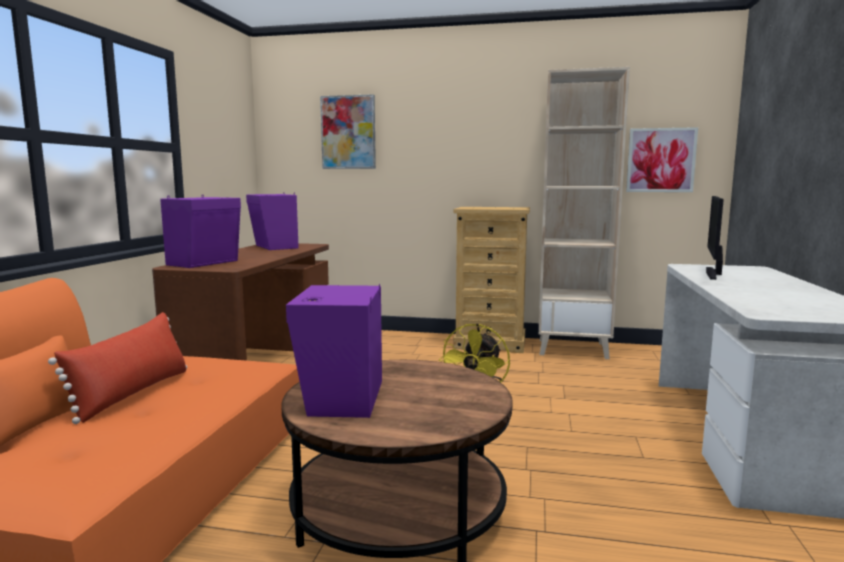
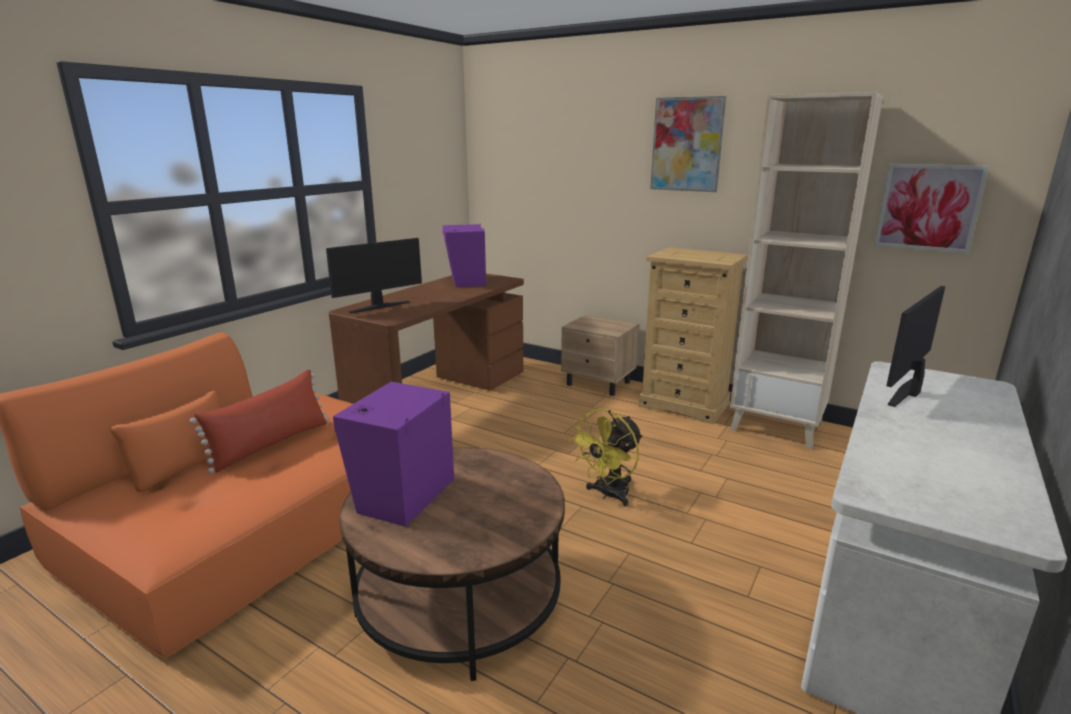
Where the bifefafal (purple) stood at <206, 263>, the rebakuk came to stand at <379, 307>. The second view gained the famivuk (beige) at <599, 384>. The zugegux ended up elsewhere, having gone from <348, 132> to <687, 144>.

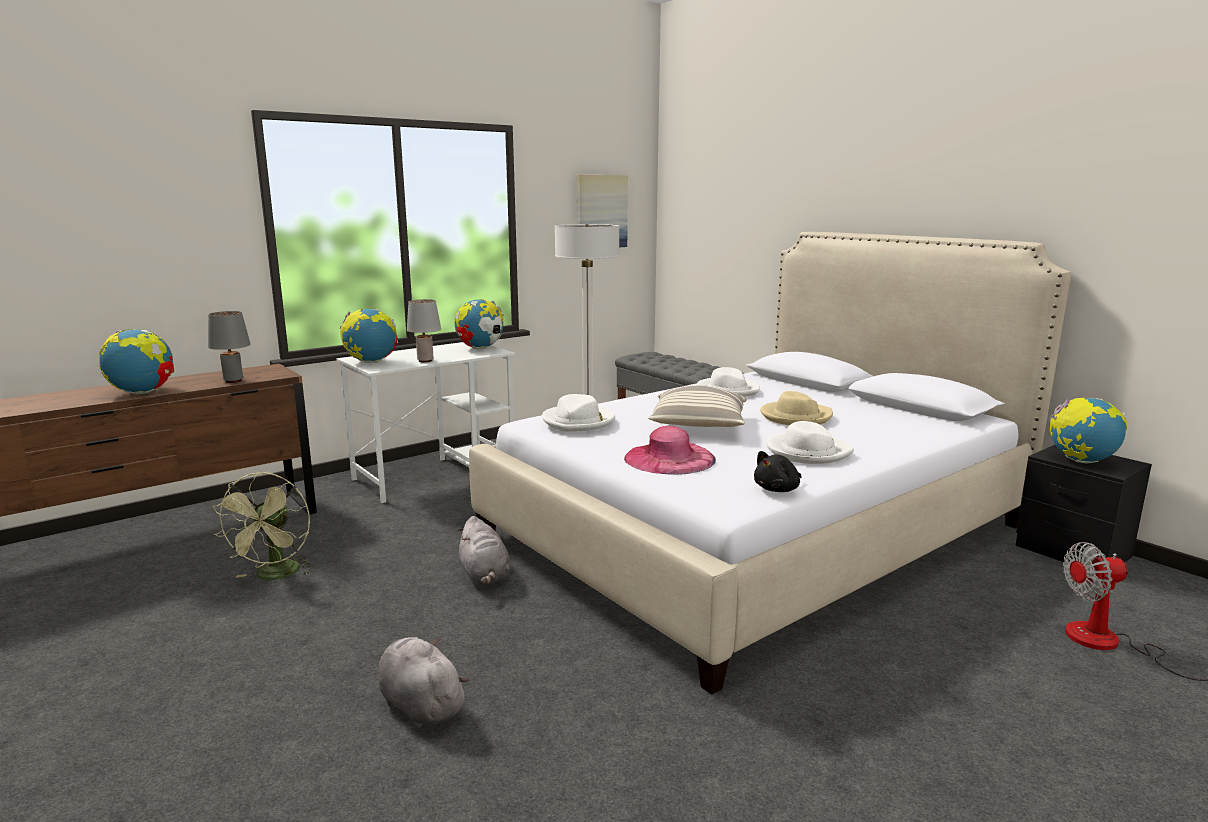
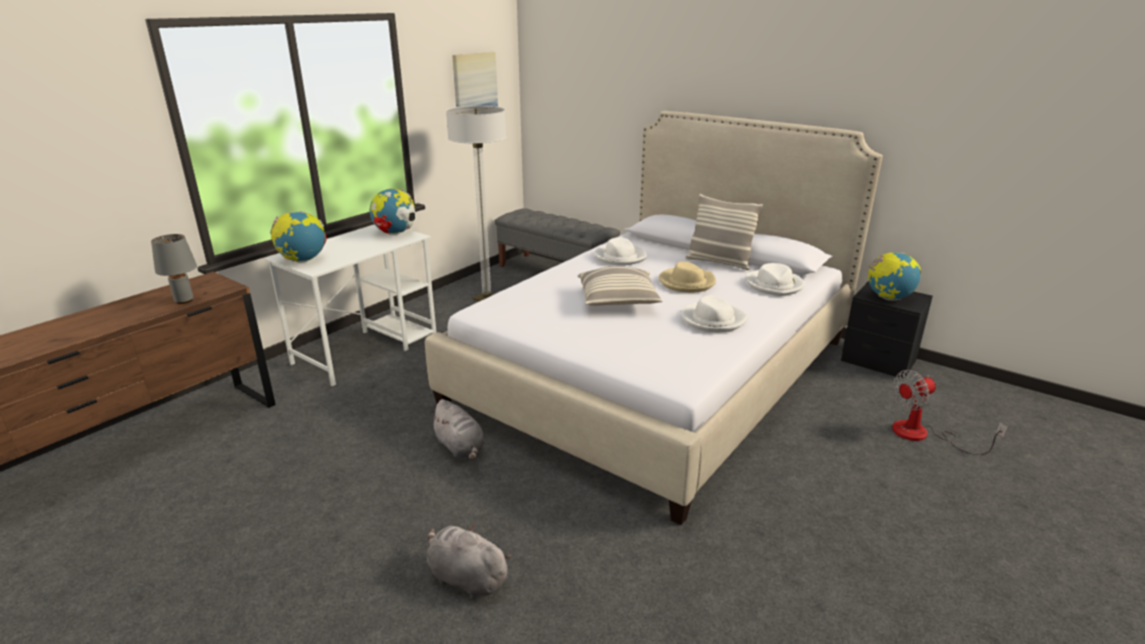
The second view gained the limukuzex at <719, 262>. The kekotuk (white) ended up elsewhere, having gone from <579, 421> to <774, 285>. The second view lost the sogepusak at <143, 393>. The second view lost the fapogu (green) at <275, 576>. The second view lost the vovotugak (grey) at <425, 360>. The second view lost the kekotuk (pink) at <669, 458>. The second view lost the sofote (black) at <778, 489>.

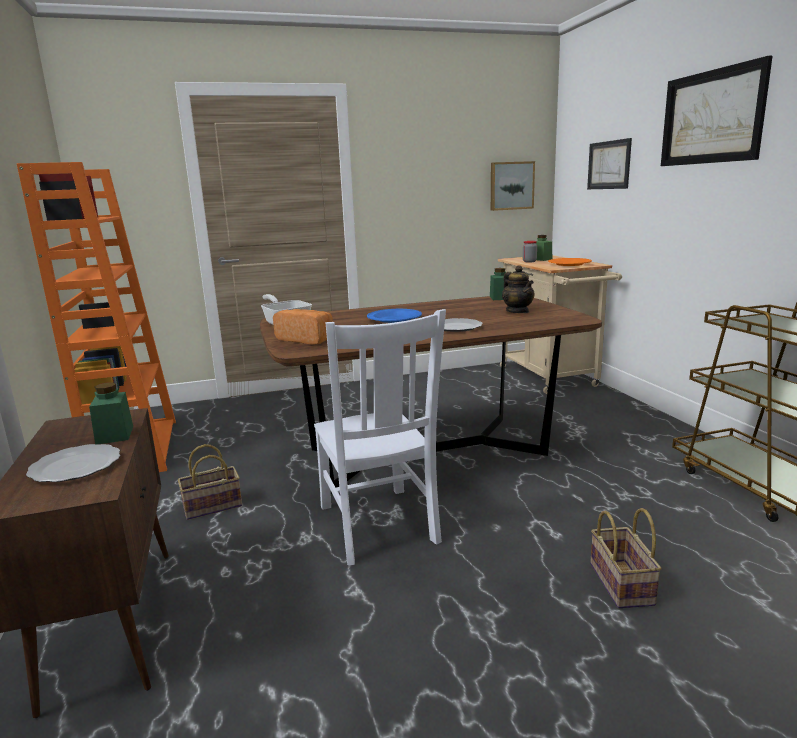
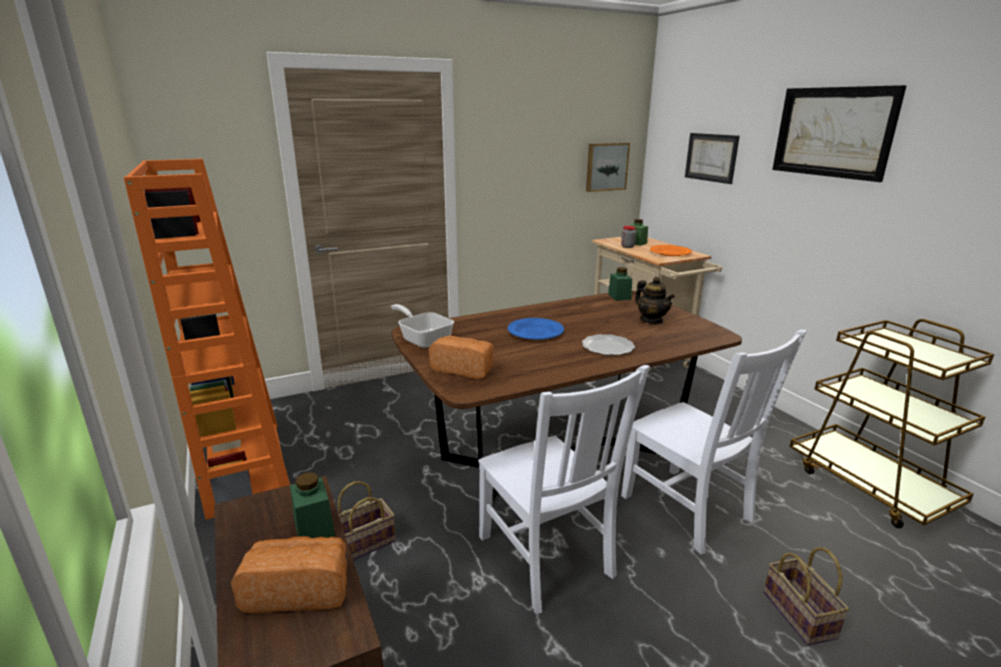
Where the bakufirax stood at <76, 467>, the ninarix came to stand at <299, 590>. The second view gained the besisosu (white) at <689, 510>.

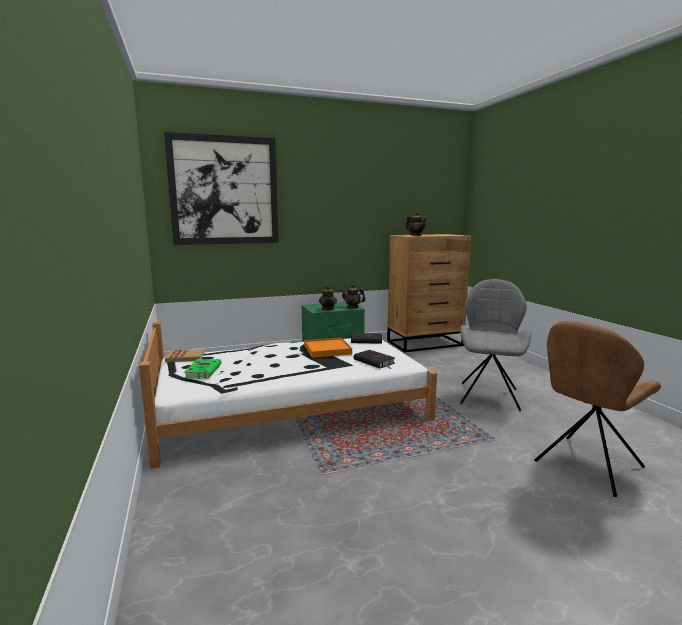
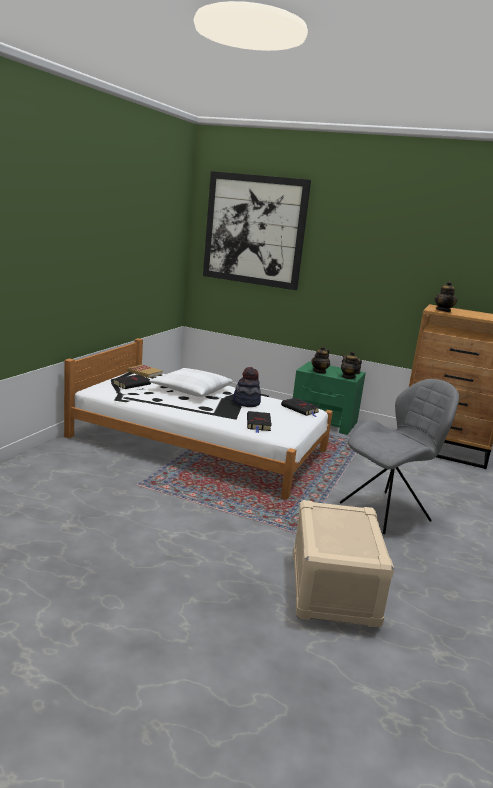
What was the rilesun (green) at <203, 371> turned into the rilesun (black) at <132, 384>. The second view gained the limukuzex (white) at <191, 390>. Where the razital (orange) stood at <327, 350>, the kekotuk came to stand at <246, 402>. Where the besisosu (brown) stood at <586, 466>, the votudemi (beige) came to stand at <332, 587>.

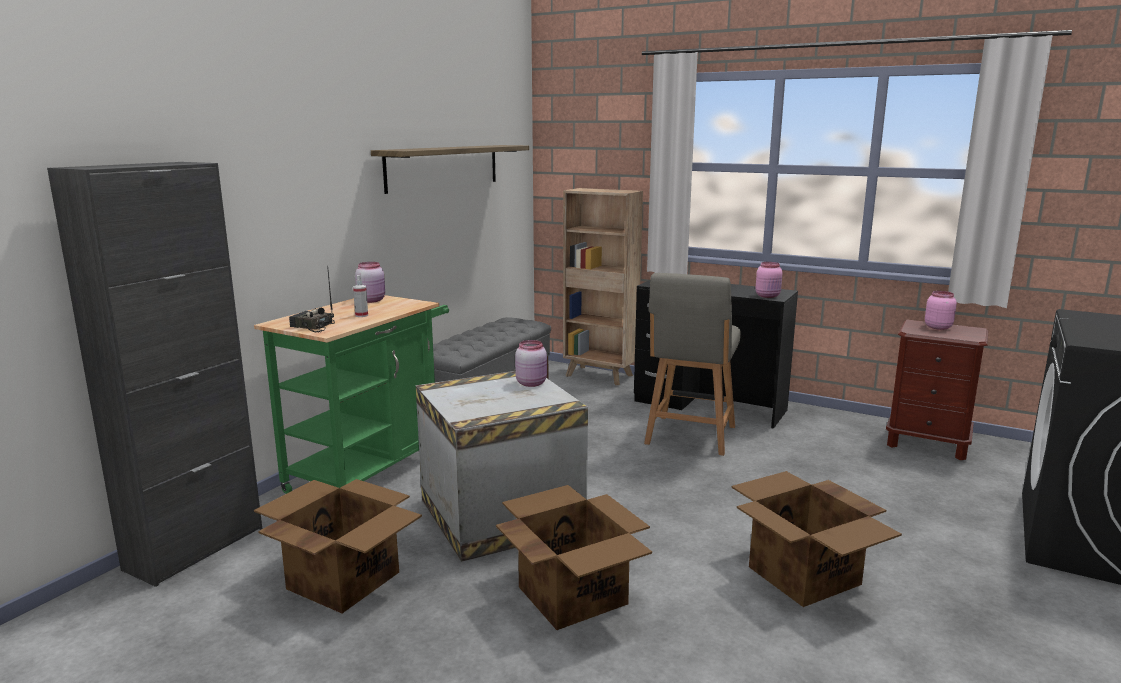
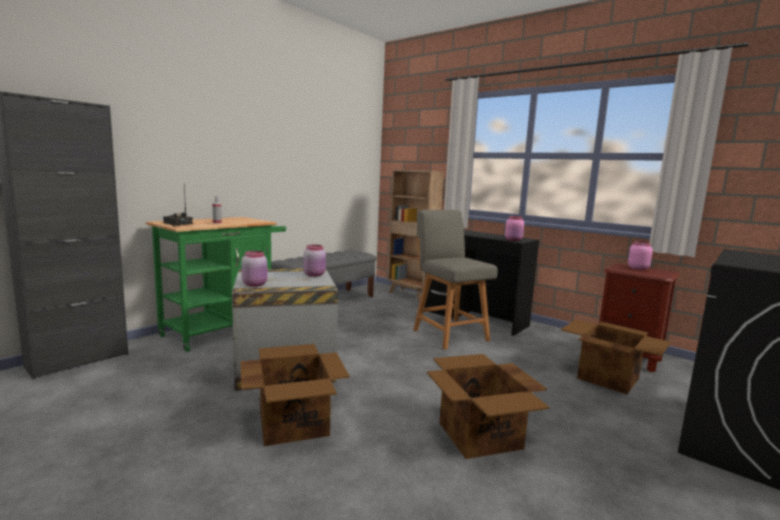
The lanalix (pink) ended up elsewhere, having gone from <372, 300> to <255, 284>. The besisosu (grey) at <690, 436> ended up facing another way, 120 degrees clockwise from before. The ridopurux ended up elsewhere, having gone from <343, 579> to <607, 378>. The second view lost the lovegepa at <444, 167>.

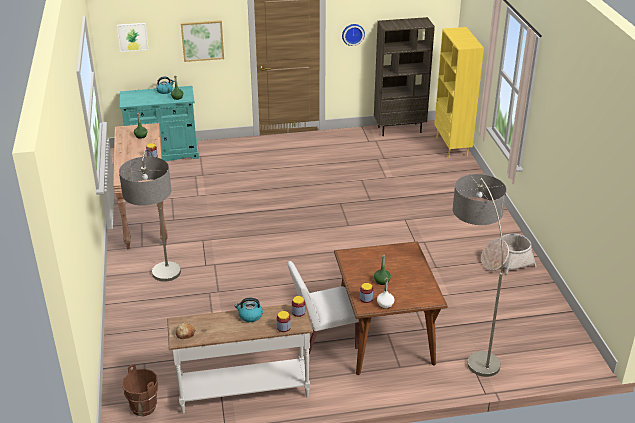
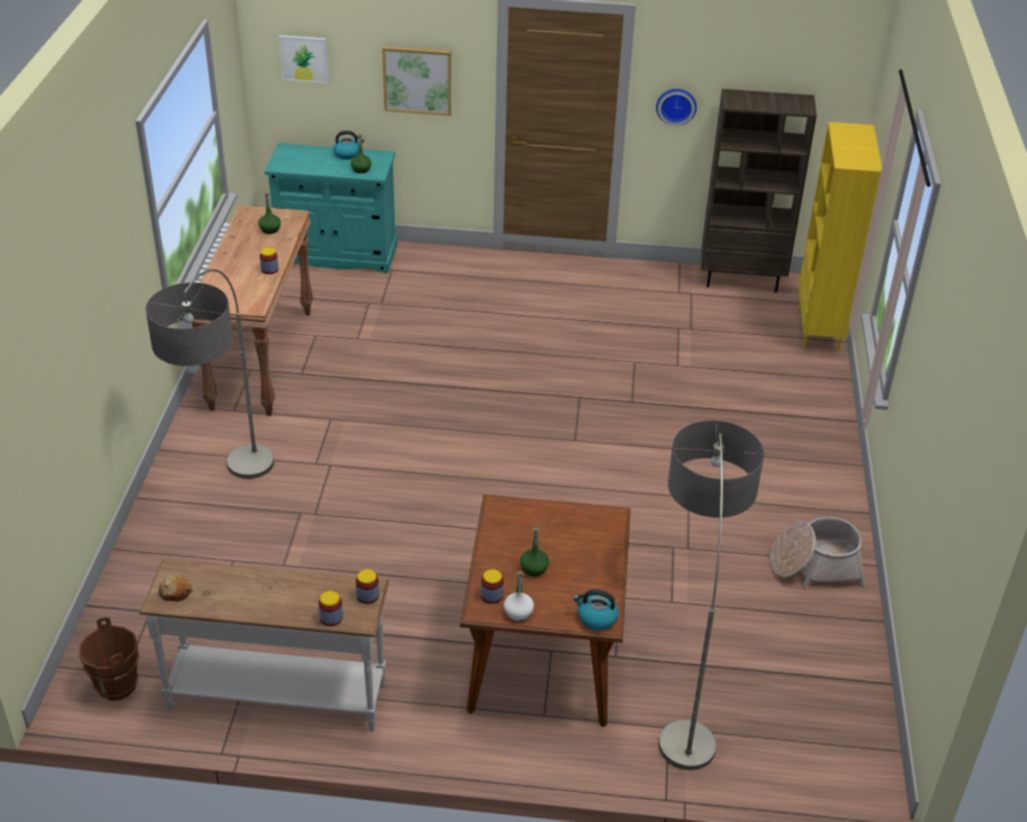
The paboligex ended up elsewhere, having gone from <250, 316> to <596, 618>. The second view lost the besisosu (white) at <323, 340>.

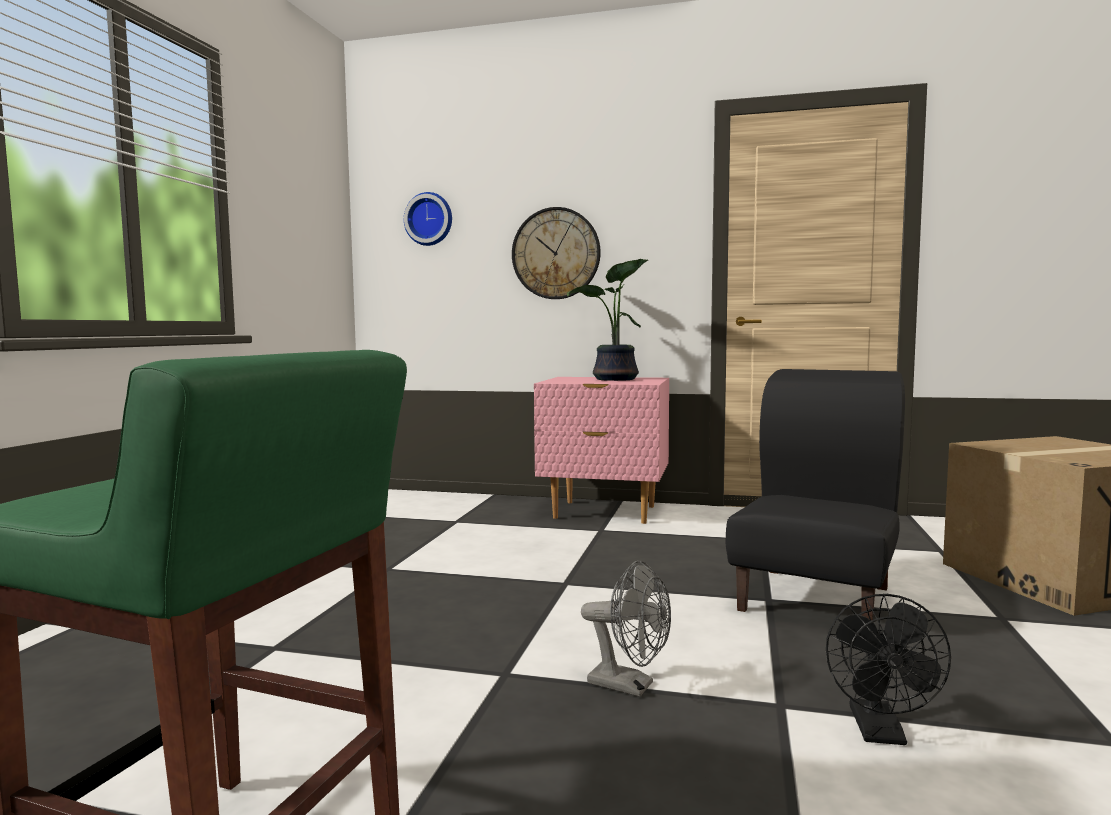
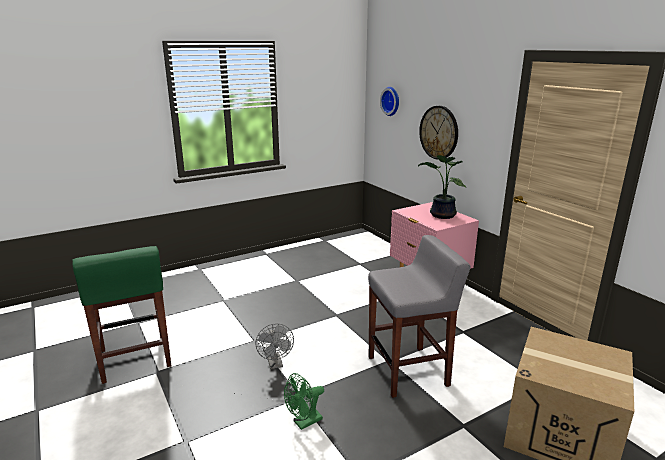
What was the fapogu (black) at <881, 733> turned into the fapogu (green) at <304, 422>. Where the besisosu (black) stood at <816, 598>, the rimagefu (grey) came to stand at <409, 371>.

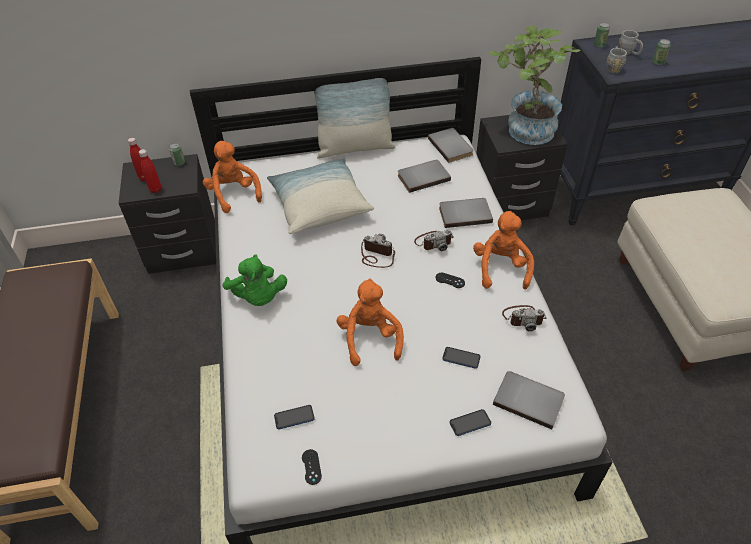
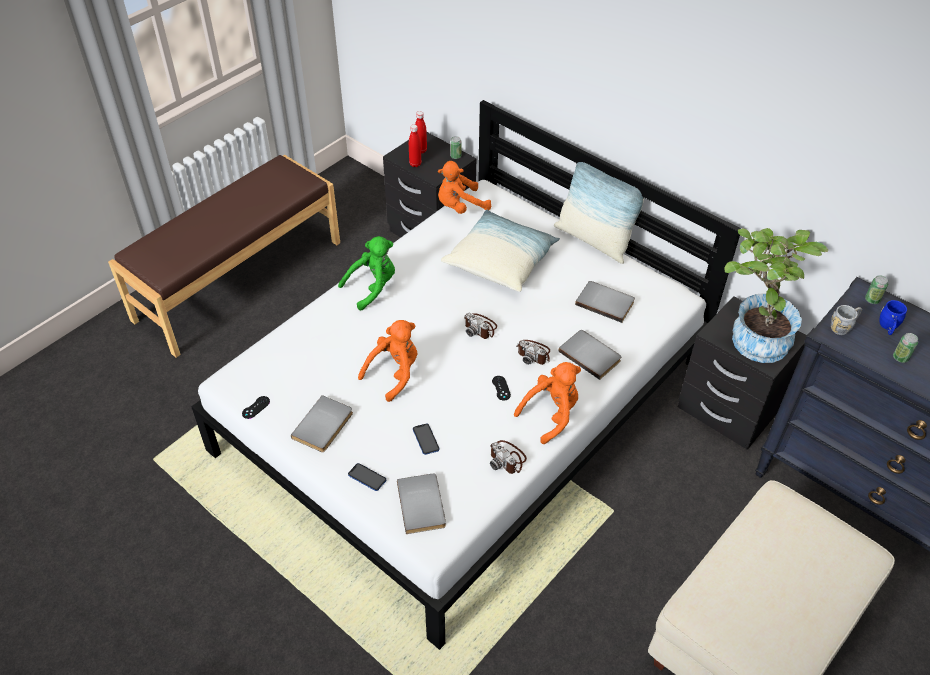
The rilesun (grey) ended up elsewhere, having gone from <452, 146> to <324, 426>. The sofote (green) at <258, 297> ended up facing another way, 150 degrees counterclockwise from before. The sofote (orange) at <233, 194> ended up facing another way, 135 degrees counterclockwise from before. The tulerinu at <376, 256> ended up facing another way, 150 degrees clockwise from before. What was the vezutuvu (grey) at <628, 53> turned into the vezutuvu (blue) at <888, 327>. The second view lost the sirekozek at <294, 417>.

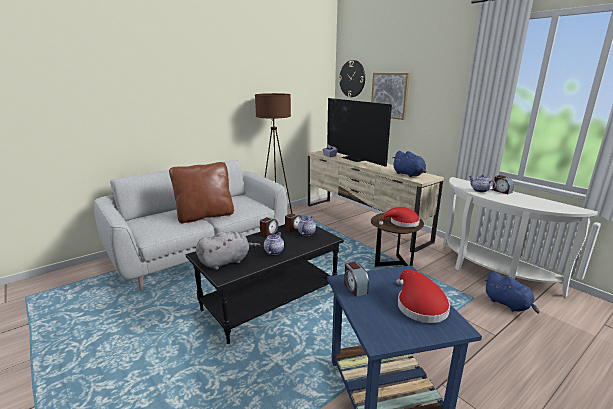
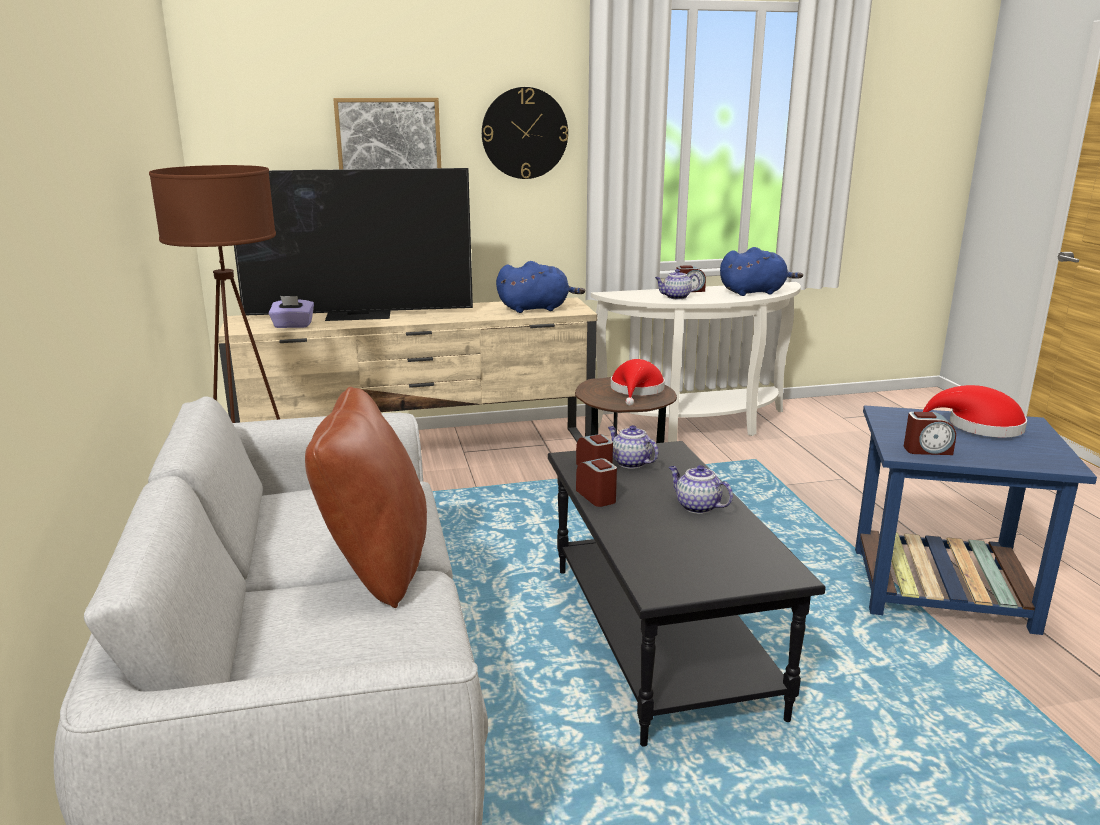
The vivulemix ended up elsewhere, having gone from <352, 78> to <524, 133>. The sofote (blue) ended up elsewhere, having gone from <508, 304> to <755, 292>. The second view lost the sofote (grey) at <227, 261>.

